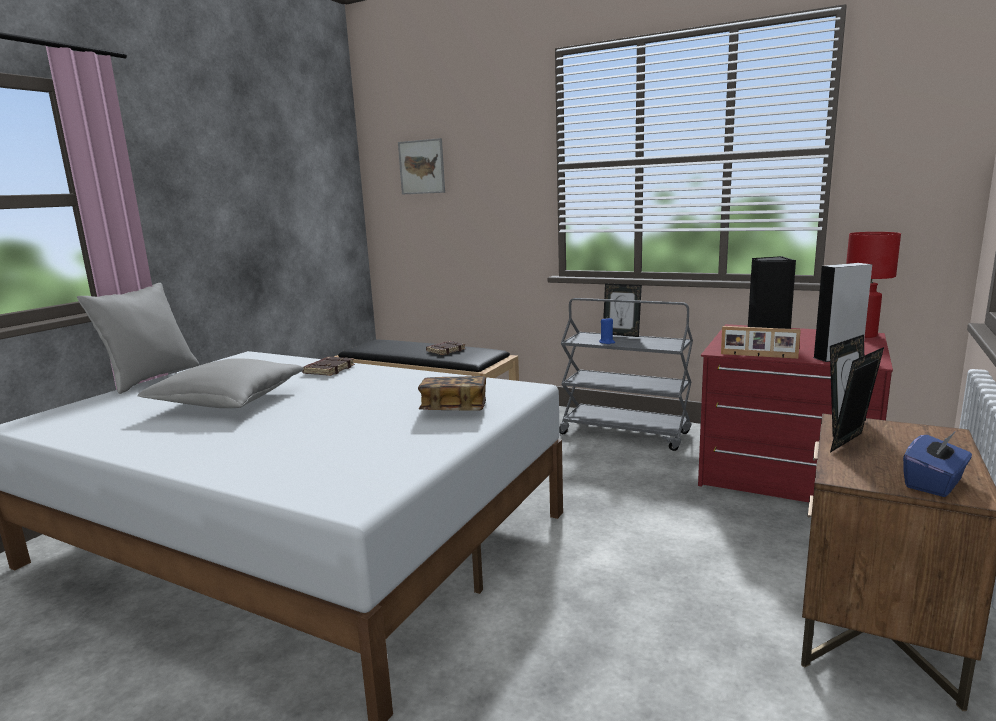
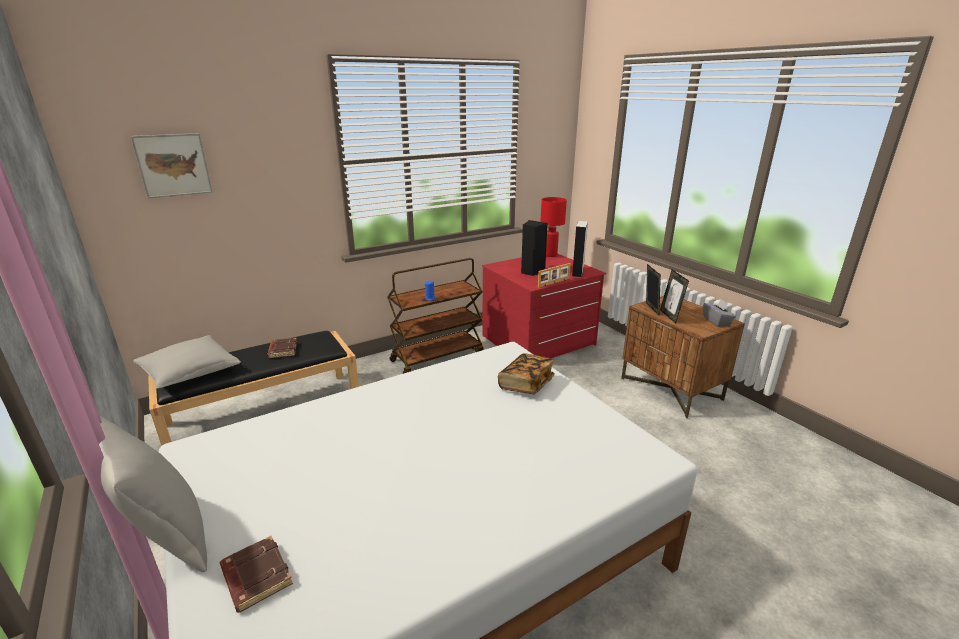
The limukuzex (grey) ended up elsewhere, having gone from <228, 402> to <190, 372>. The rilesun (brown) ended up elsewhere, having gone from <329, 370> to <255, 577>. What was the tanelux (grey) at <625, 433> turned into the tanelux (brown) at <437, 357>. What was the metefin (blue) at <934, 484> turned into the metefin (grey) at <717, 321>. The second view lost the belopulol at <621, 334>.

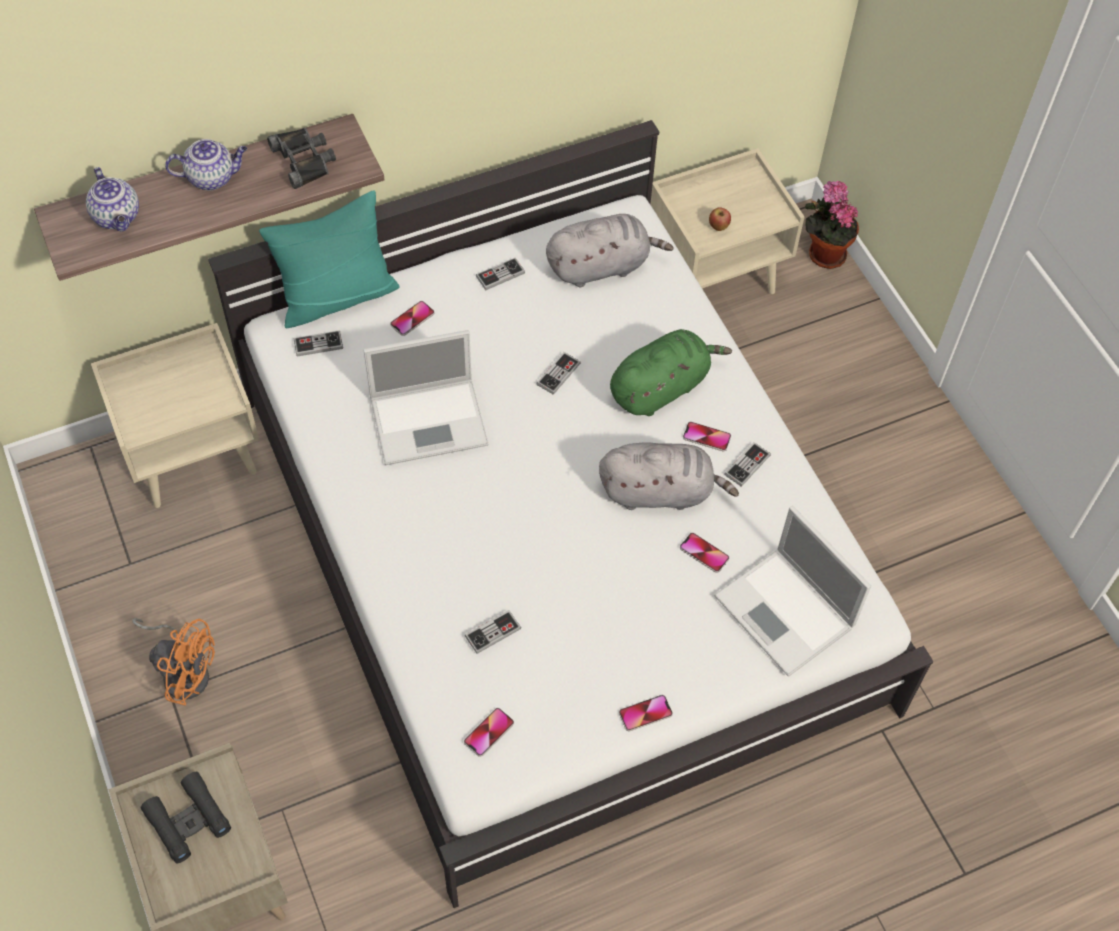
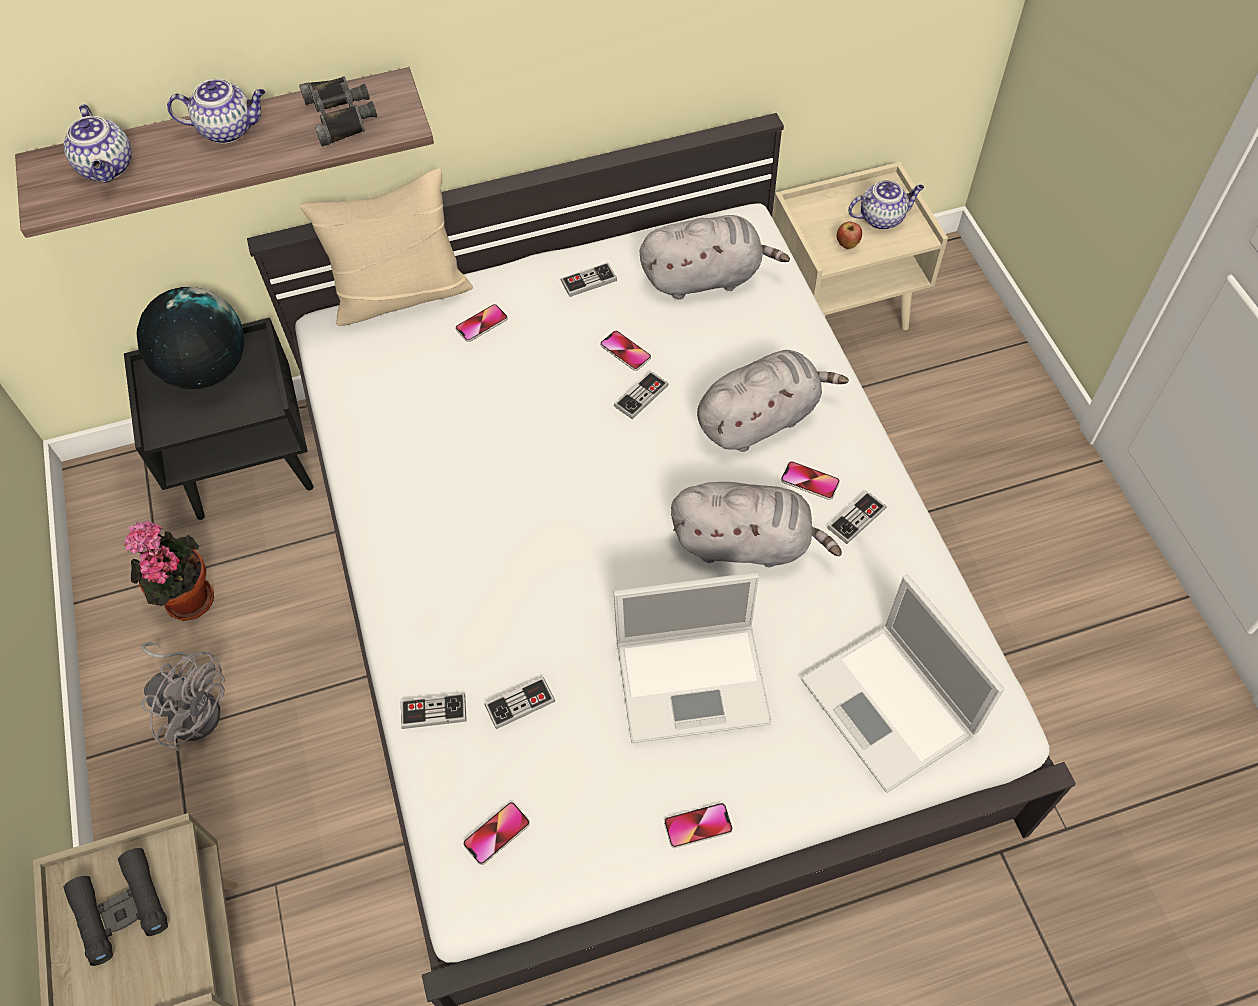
The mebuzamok ended up elsewhere, having gone from <823, 253> to <186, 597>. What was the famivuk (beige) at <194, 455> turned into the famivuk (black) at <250, 465>. The second view gained the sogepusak at <206, 370>. What was the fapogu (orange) at <184, 670> turned into the fapogu (grey) at <195, 706>. What was the limukuzex (turquoise) at <337, 297> turned into the limukuzex (beige) at <401, 295>. The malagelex ended up elsewhere, having gone from <318, 344> to <433, 712>. The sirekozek ended up elsewhere, having gone from <704, 553> to <625, 351>. The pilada ended up elsewhere, having gone from <431, 420> to <695, 680>. What was the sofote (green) at <661, 387> turned into the sofote (grey) at <761, 419>. The second view gained the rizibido at <882, 218>.

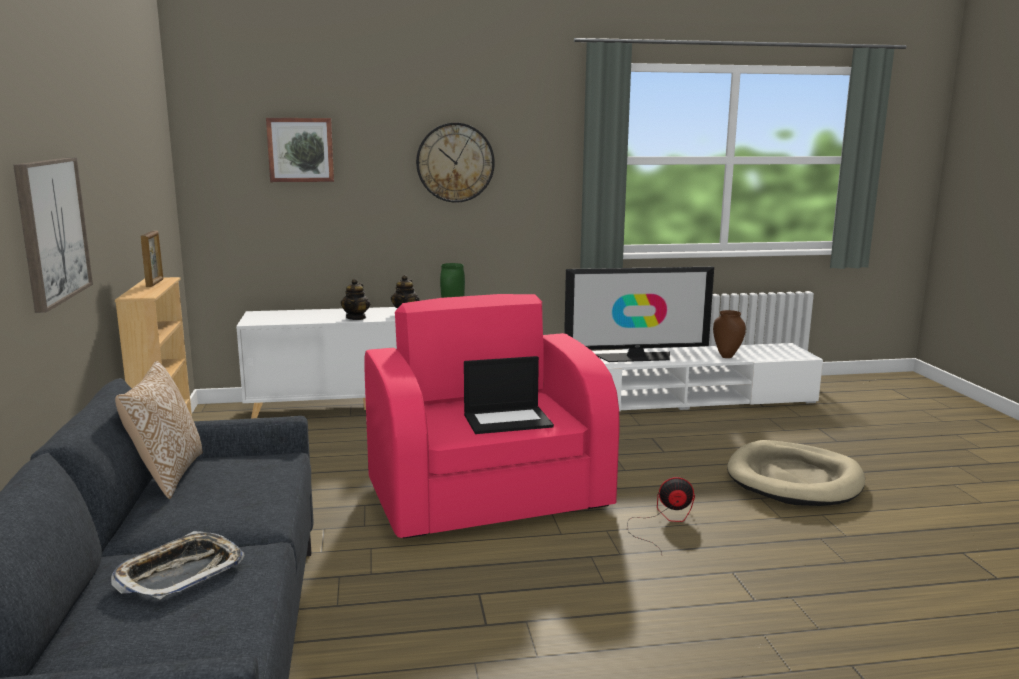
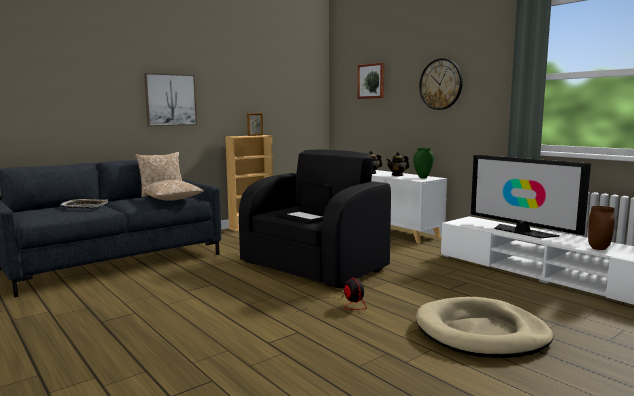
The second view gained the limukuzex at <172, 199>. What was the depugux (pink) at <489, 495> turned into the depugux (black) at <314, 266>.

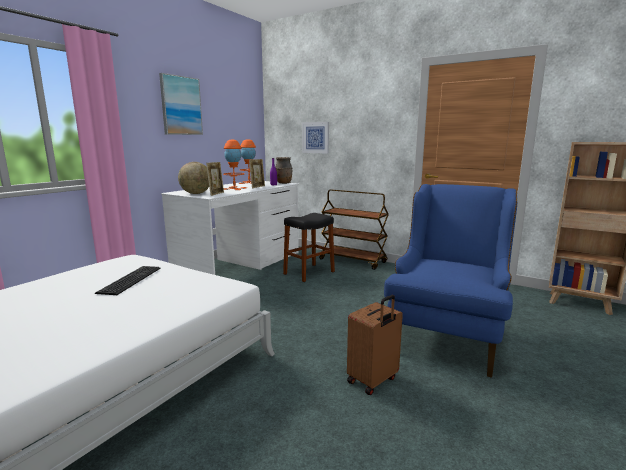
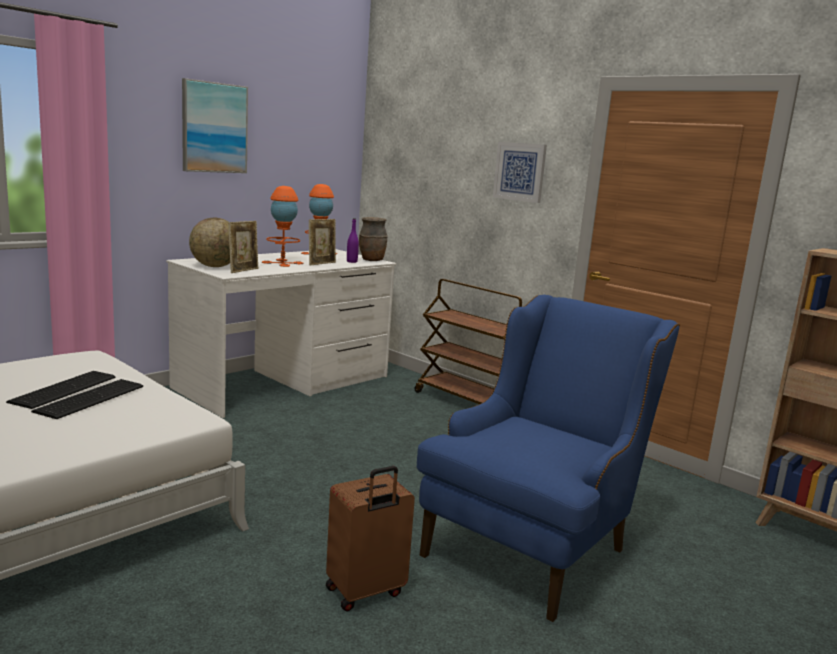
The second view gained the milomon at <88, 398>. The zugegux ended up elsewhere, having gone from <315, 137> to <520, 172>. The second view lost the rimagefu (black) at <309, 273>.

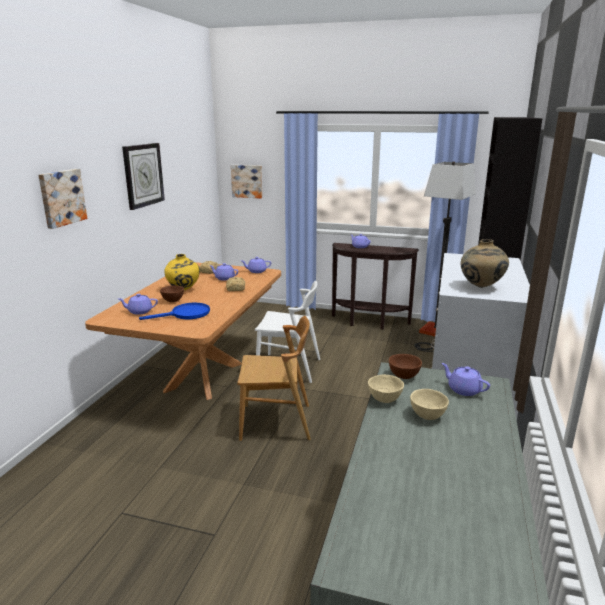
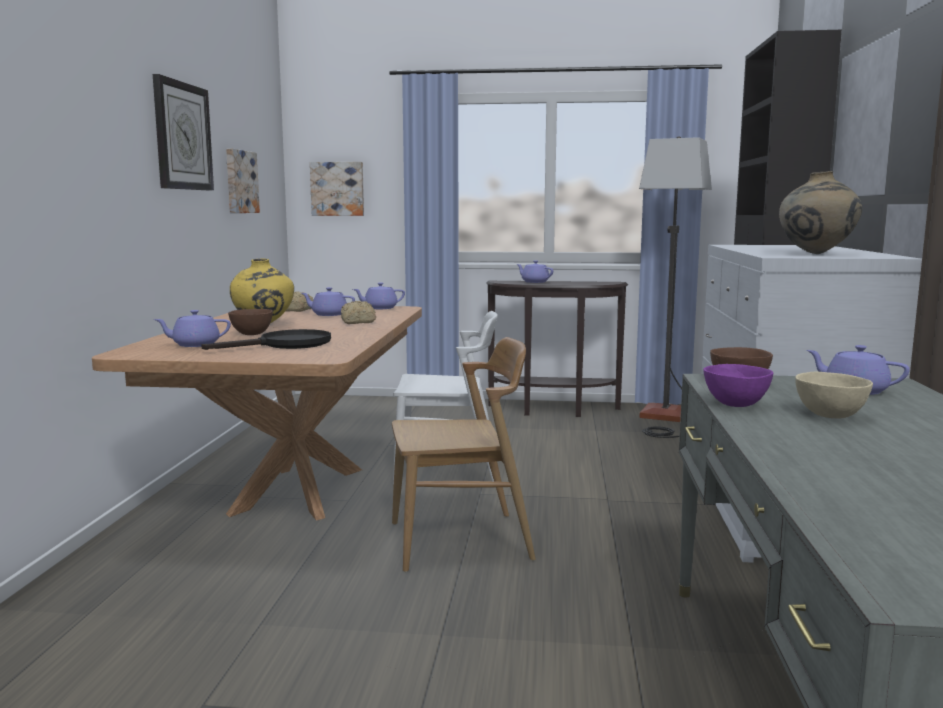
What was the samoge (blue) at <185, 314> turned into the samoge (black) at <286, 345>. The zugegux ended up elsewhere, having gone from <61, 197> to <240, 182>. What was the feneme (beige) at <384, 400> turned into the feneme (purple) at <735, 405>.

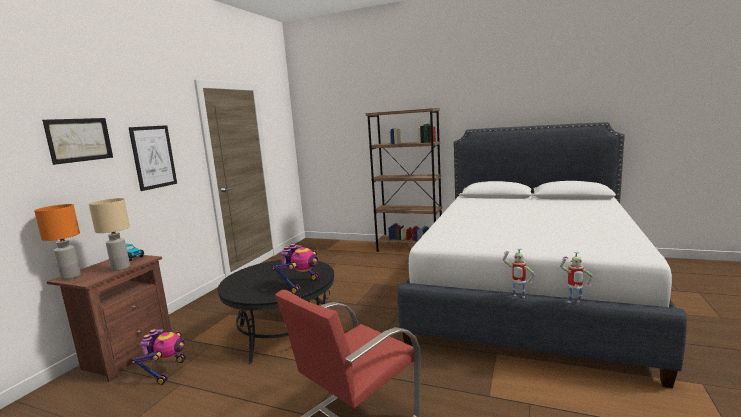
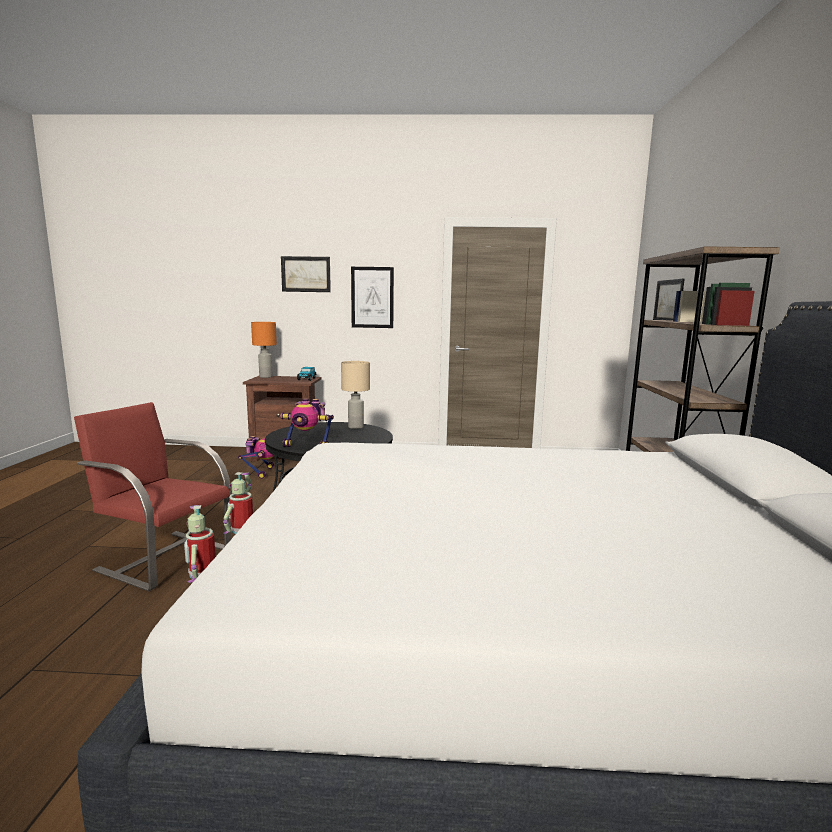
The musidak at <167, 371> ended up facing another way, 75 degrees counterclockwise from before. The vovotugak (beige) ended up elsewhere, having gone from <120, 268> to <355, 427>. The second view gained the zugegux at <668, 301>.

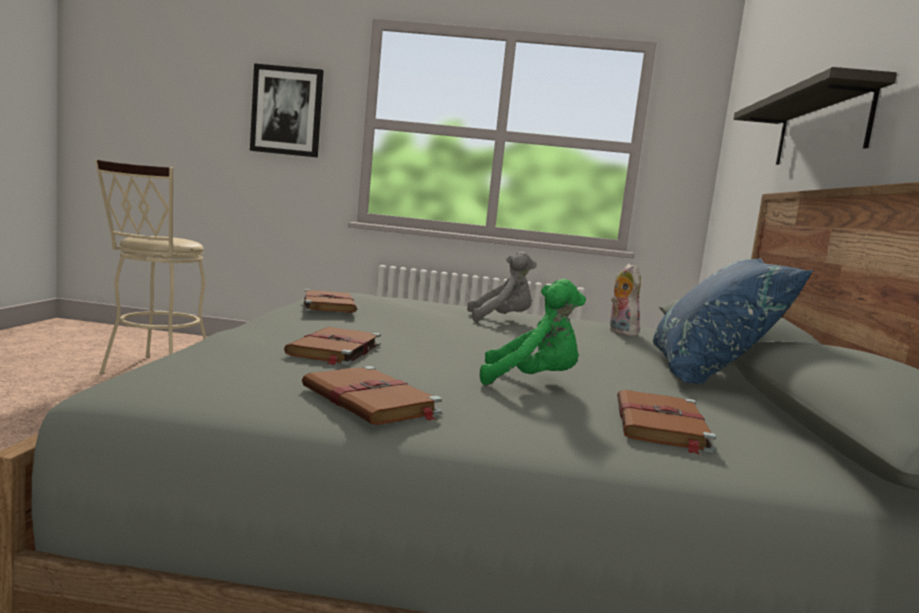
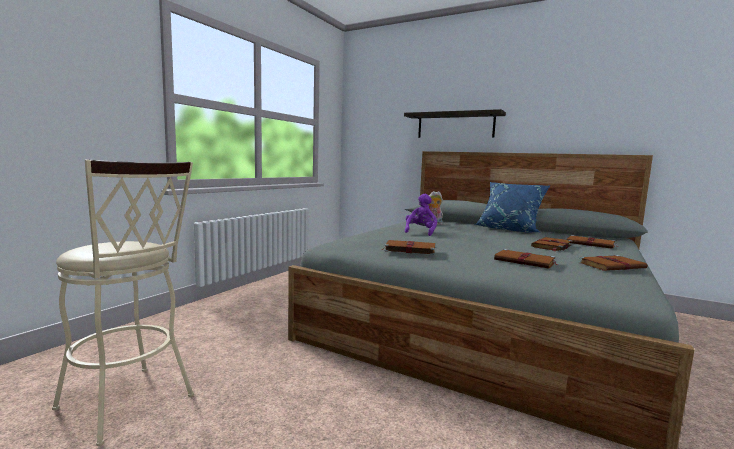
What was the sofote (grey) at <501, 320> turned into the sofote (purple) at <420, 232>. Where the sofote (green) stood at <532, 382>, the rilesun (brown) came to stand at <551, 246>. The second view lost the zugegux at <287, 111>.

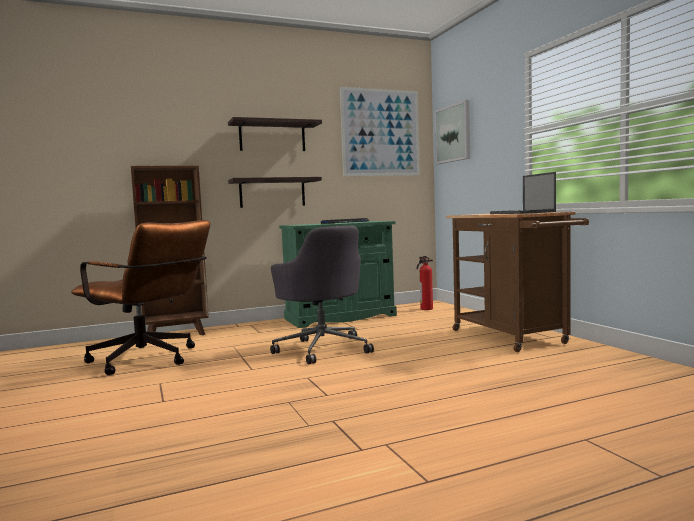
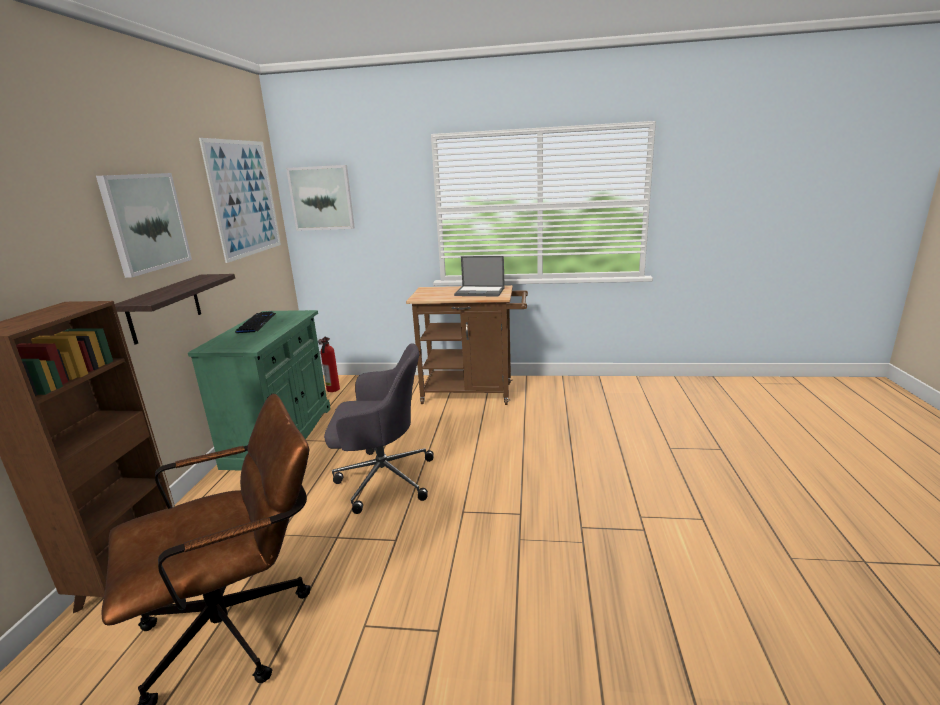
Where the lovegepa hung at <272, 137>, the zugegux came to hang at <146, 222>.

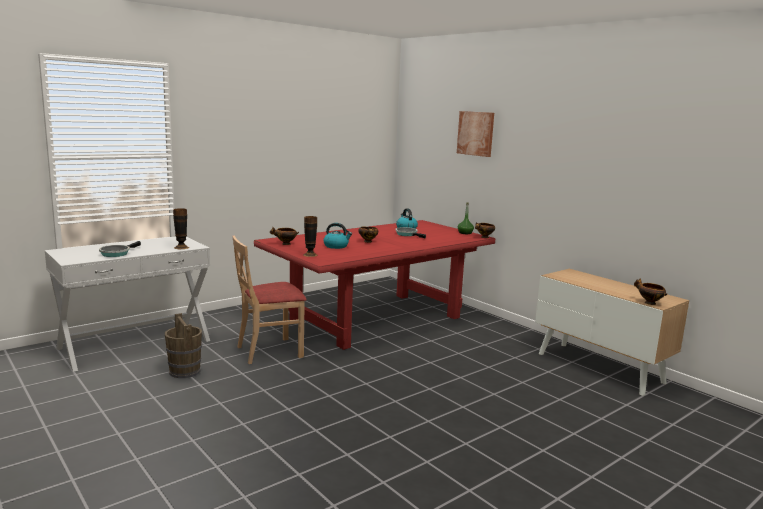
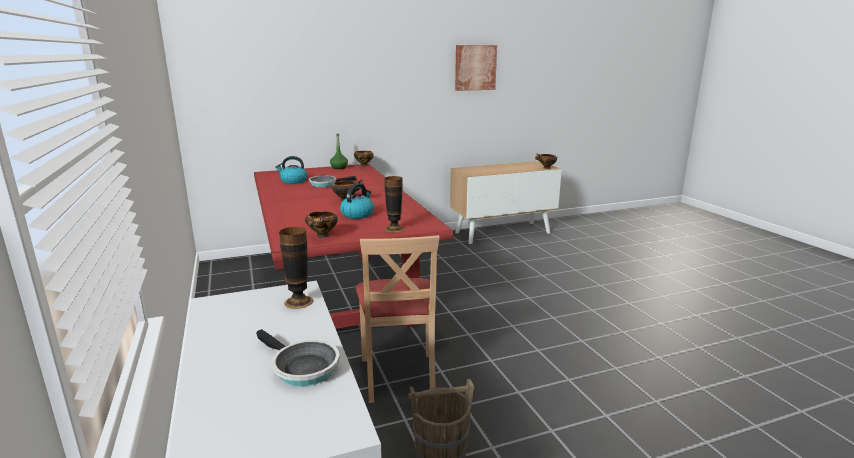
The zugegux ended up elsewhere, having gone from <476, 133> to <475, 67>.

